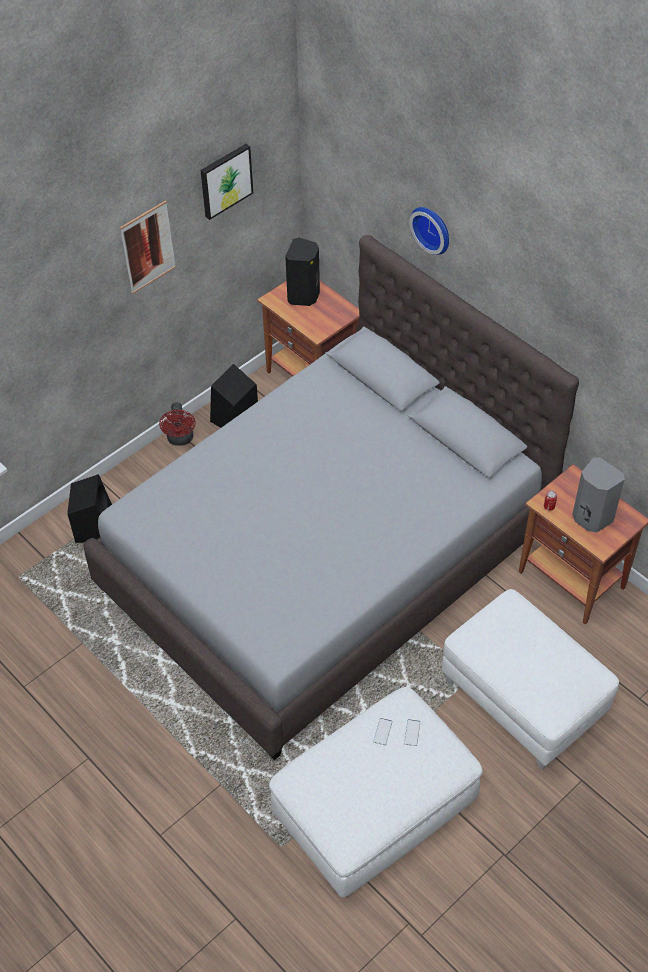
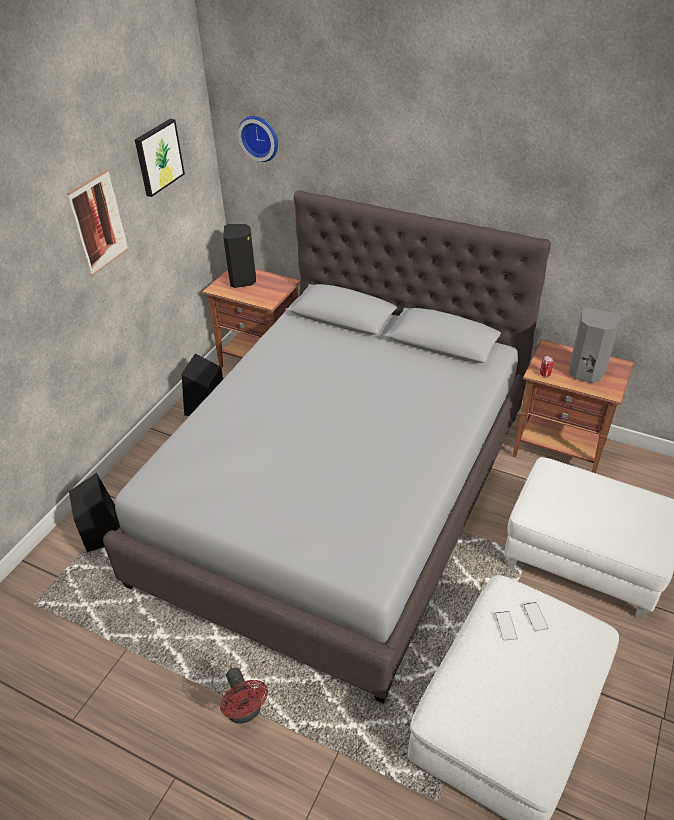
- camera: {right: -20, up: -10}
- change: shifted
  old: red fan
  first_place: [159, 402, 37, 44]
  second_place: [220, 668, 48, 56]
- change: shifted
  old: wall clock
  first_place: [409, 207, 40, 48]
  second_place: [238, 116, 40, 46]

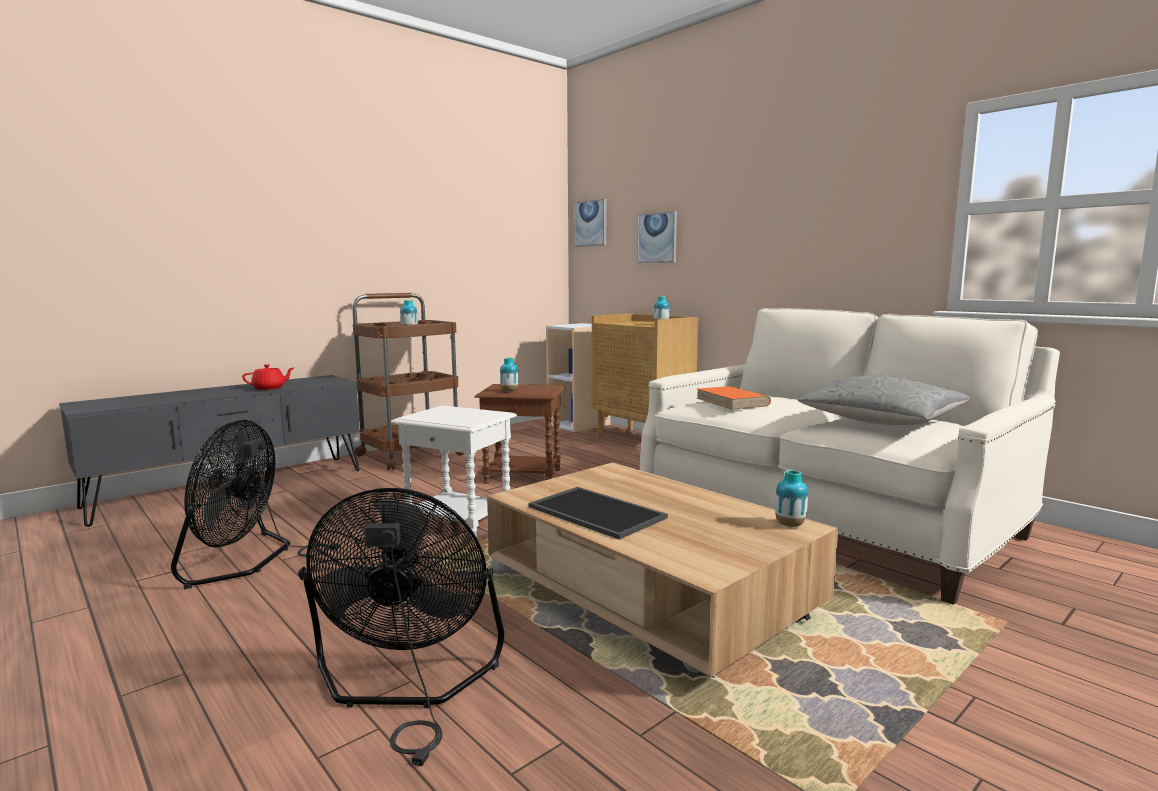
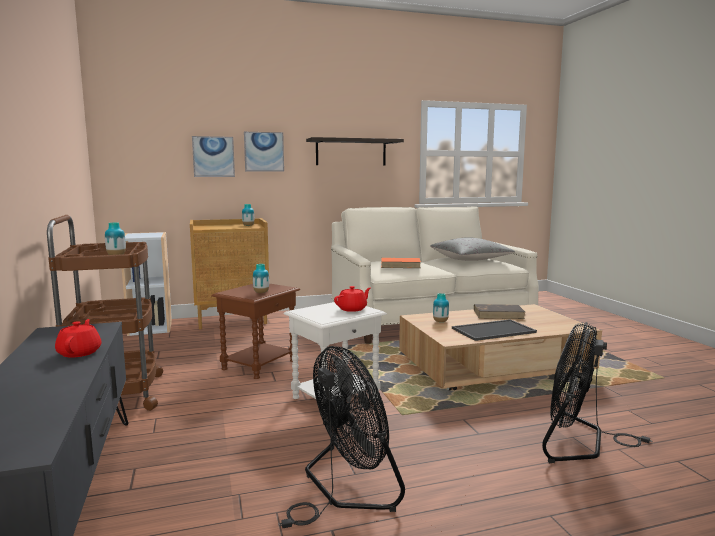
- camera: {right: -65, up: 0}
- change: rotated
  old: black-coloured fan
  first_place: [171, 420, 169, 170]
  second_place: [278, 346, 127, 182]
  degrees: -150
- change: shifted
  old: wall picture
  first_place: [574, 199, 32, 48]
  second_place: [244, 132, 40, 40]
- change: shifted
  old: decorative vase
  first_place: [775, 470, 33, 57]
  second_place: [433, 293, 16, 29]
- change: new
  new: wall shelf
  second_place: [306, 137, 98, 29]
- change: new
  new: red teapot
  second_place: [334, 286, 36, 26]
- change: new
  new: brown-coloured book
  second_place: [474, 304, 51, 15]

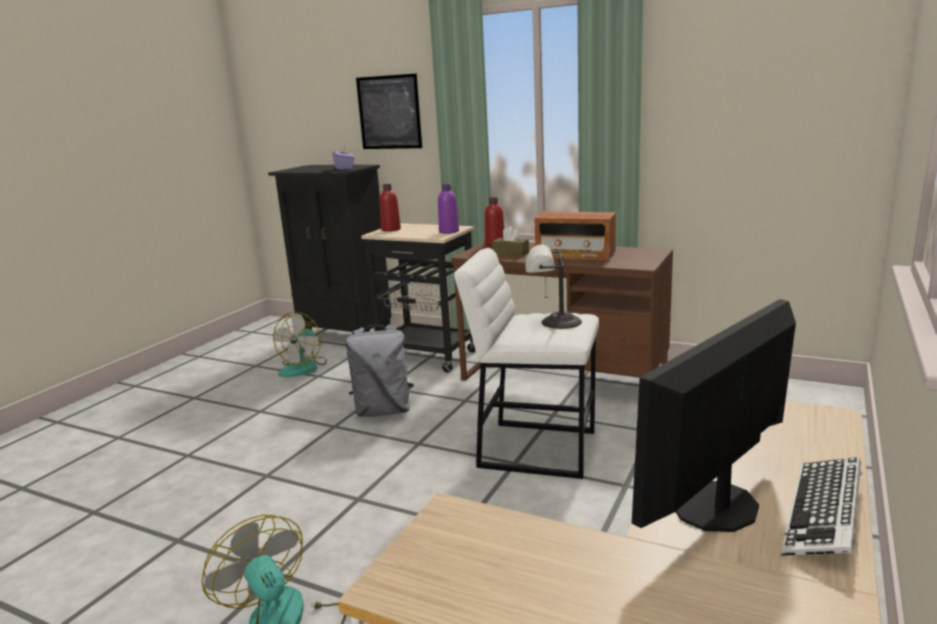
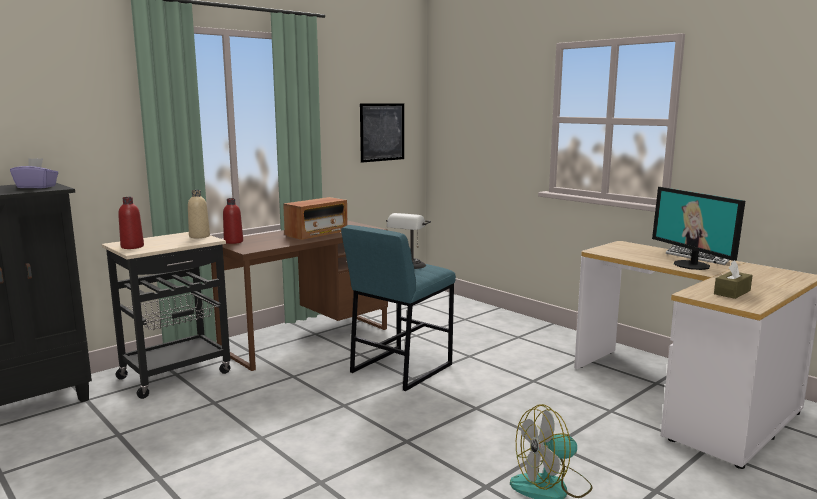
- camera: {right: -70, up: -5}
- change: gone
  old: fan
  first_place: [273, 312, 54, 65]
- change: gone
  old: grey rucksack
  first_place: [346, 324, 68, 93]
- change: shifted
  old: wall picture
  first_place: [356, 74, 66, 75]
  second_place: [360, 103, 44, 60]
- change: repainted
  old: purple drink bottle
  new: beige drink bottle
  first_place: [438, 184, 21, 50]
  second_place: [188, 190, 22, 48]
- change: repainted
  old: white-coloured sitting stool
  new: blue-coloured sitting stool
  first_place: [454, 248, 145, 231]
  second_place: [341, 225, 115, 166]
- change: shifted
  old: brown-coloured tissue box
  first_place: [492, 226, 37, 31]
  second_place: [714, 260, 39, 39]

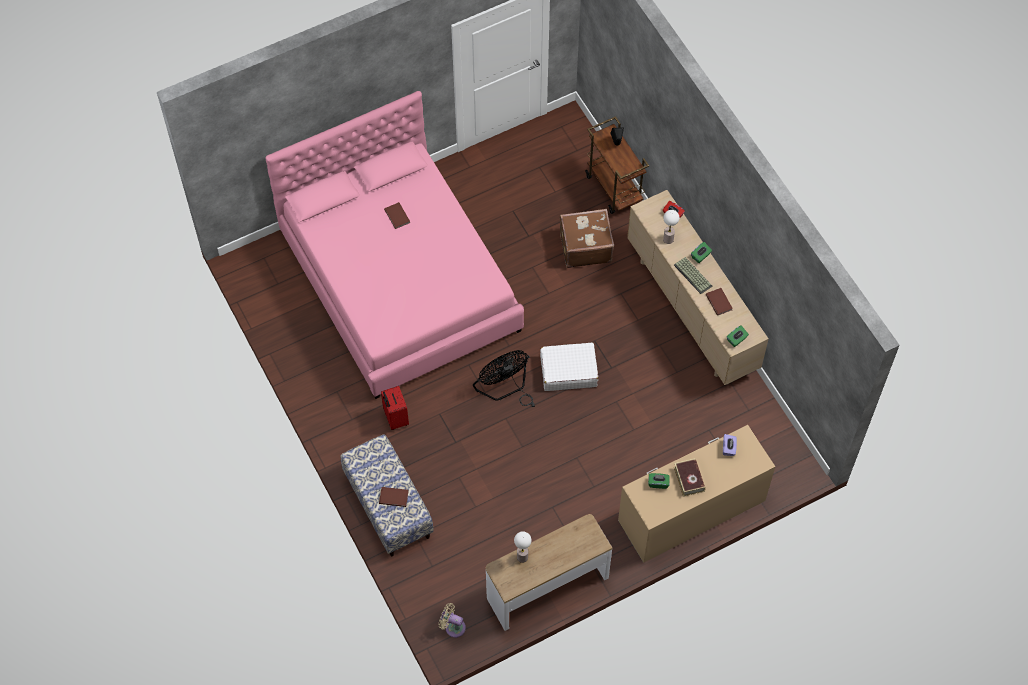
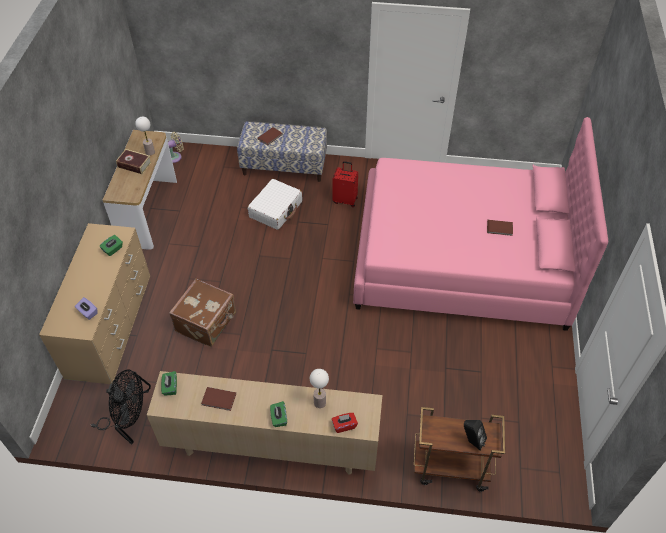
- camera: {right: 125, up: -10}
- change: shifted
  old: black-coloured fan
  first_place: [473, 350, 62, 57]
  second_place: [91, 369, 60, 76]
- change: shifted
  old: white-coloured piece of luggage
  first_place: [540, 342, 58, 49]
  second_place: [247, 179, 55, 51]
- change: shifted
  old: brown-coloured piece of luggage
  first_place: [560, 209, 54, 59]
  second_place: [169, 278, 67, 69]
- change: gone
  old: computer keyboard
  first_place: [674, 257, 38, 37]
- change: shifted
  old: book
  first_place: [674, 458, 31, 38]
  second_place: [116, 149, 36, 25]

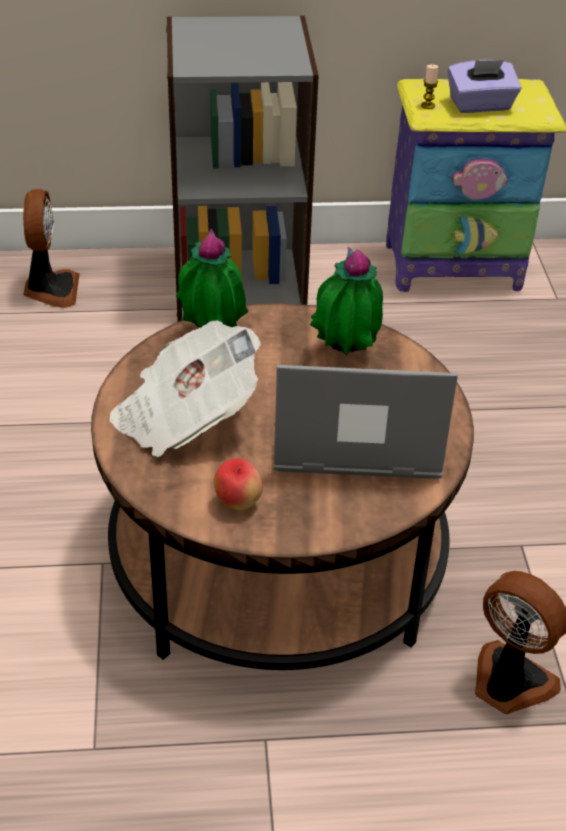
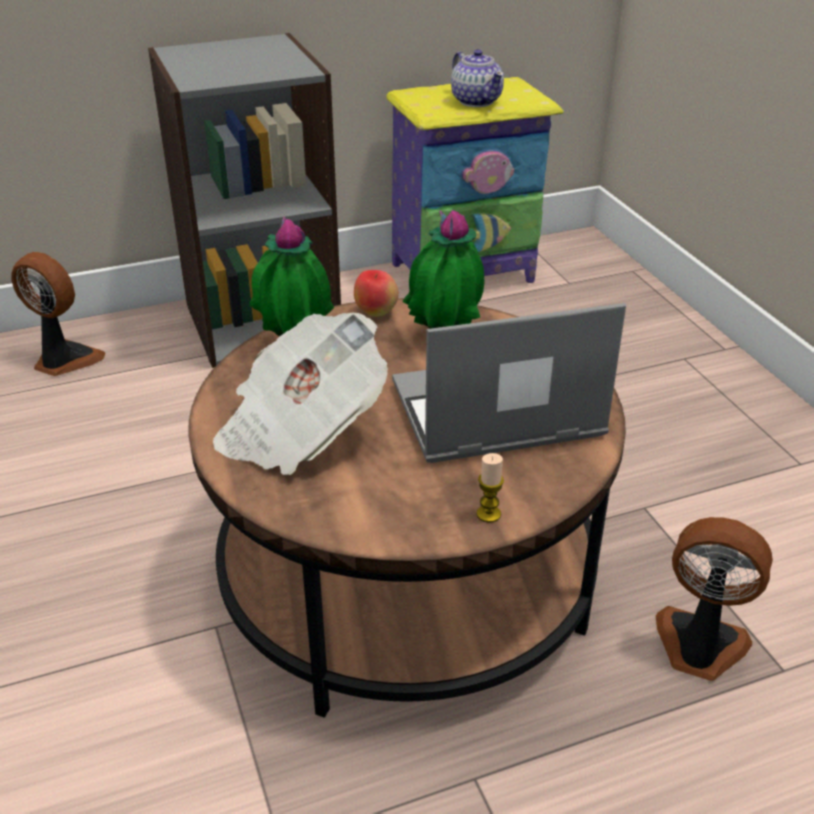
- camera: {right: -15, up: -5}
- change: rotated
  old: fan
  first_place: [23, 189, 56, 119]
  second_place: [11, 252, 94, 124]
  degrees: -45
- change: shifted
  old: apple
  first_place: [214, 459, 49, 51]
  second_place: [354, 270, 45, 47]
- change: shifted
  old: wax candle
  first_place: [421, 65, 17, 44]
  second_place: [477, 453, 27, 70]
- change: swapped
  old: purple tissue box
  new: teapot
  first_place: [448, 60, 73, 53]
  second_place: [451, 49, 53, 58]

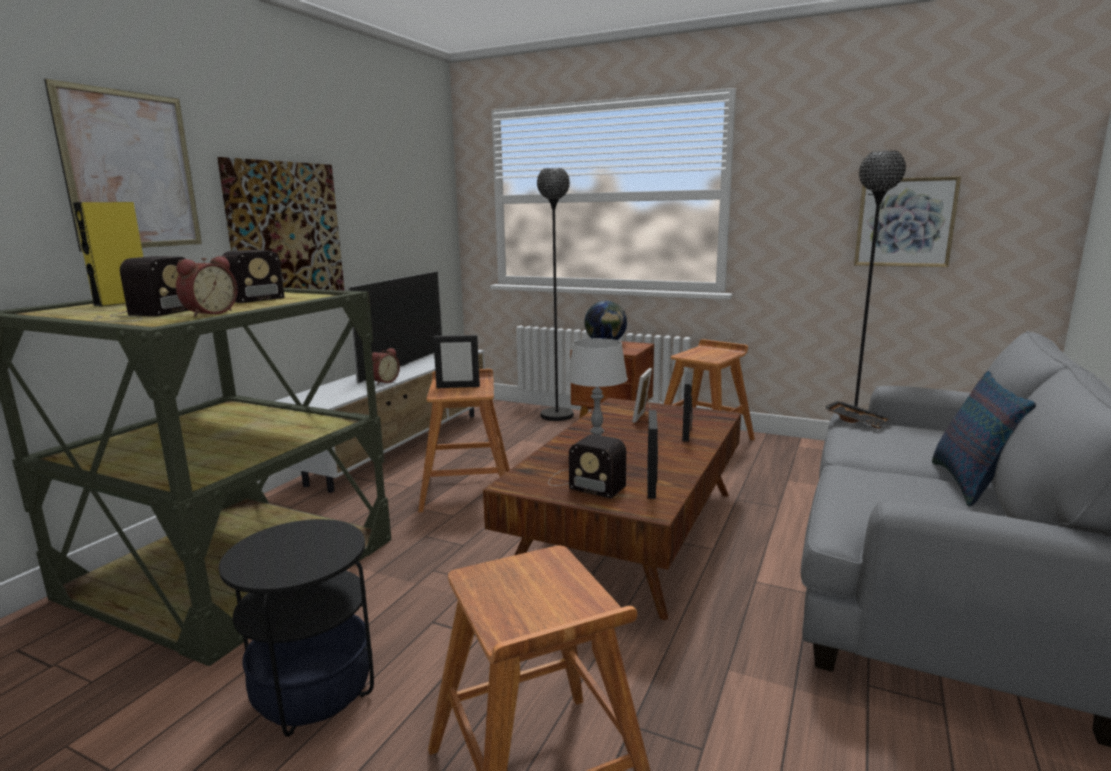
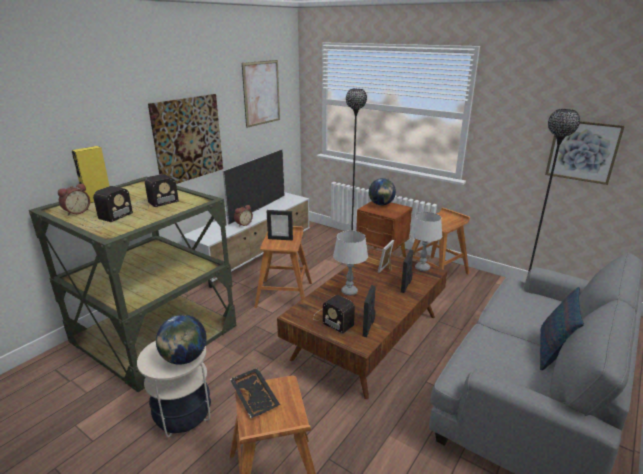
- camera: {right: 10, up: 10}
- change: shifted
  old: wall picture
  first_place: [44, 79, 158, 172]
  second_place: [242, 60, 38, 68]
- change: shifted
  old: alarm clock
  first_place: [176, 256, 62, 61]
  second_place: [58, 183, 32, 33]
- change: repainted
  old: black-coloured accent table
  new: beige accent table
  first_place: [219, 519, 155, 218]
  second_place: [137, 341, 74, 97]
- change: shifted
  old: black-coloured tray
  first_place: [823, 400, 70, 29]
  second_place: [230, 368, 50, 50]
- change: new
  new: globe
  second_place: [156, 315, 51, 50]
- change: new
  new: grey tabletop lamp
  second_place: [410, 212, 32, 59]

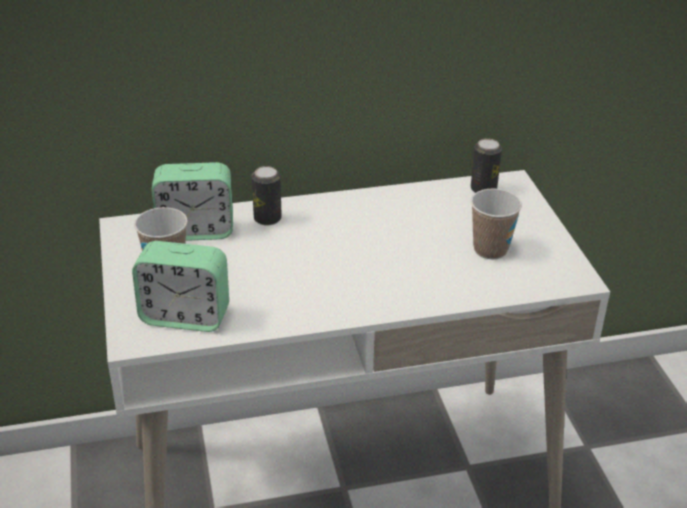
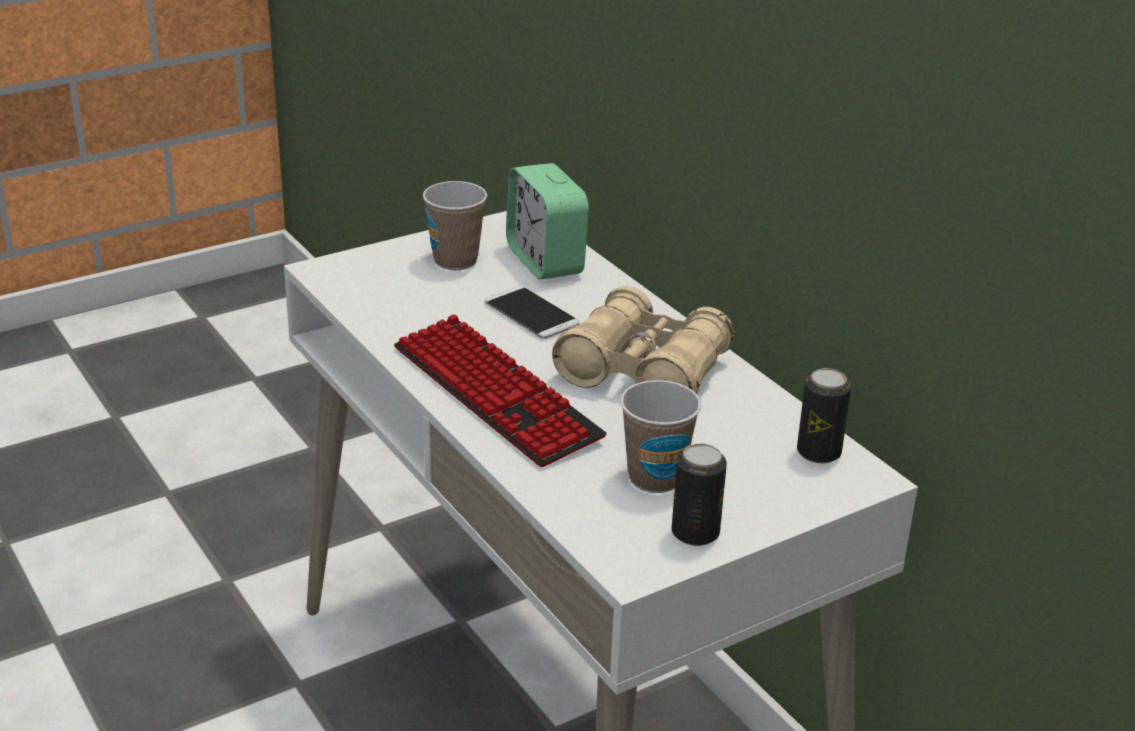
- camera: {right: 70, up: -5}
- change: gone
  old: alarm clock
  first_place: [132, 241, 97, 91]
- change: shifted
  old: can
  first_place: [252, 166, 30, 60]
  second_place: [672, 444, 55, 102]
- change: new
  new: computer keyboard
  second_place: [394, 314, 212, 153]
- change: new
  new: handset
  second_place: [485, 286, 94, 53]
- change: new
  new: beige field glasses
  second_place: [552, 286, 182, 108]

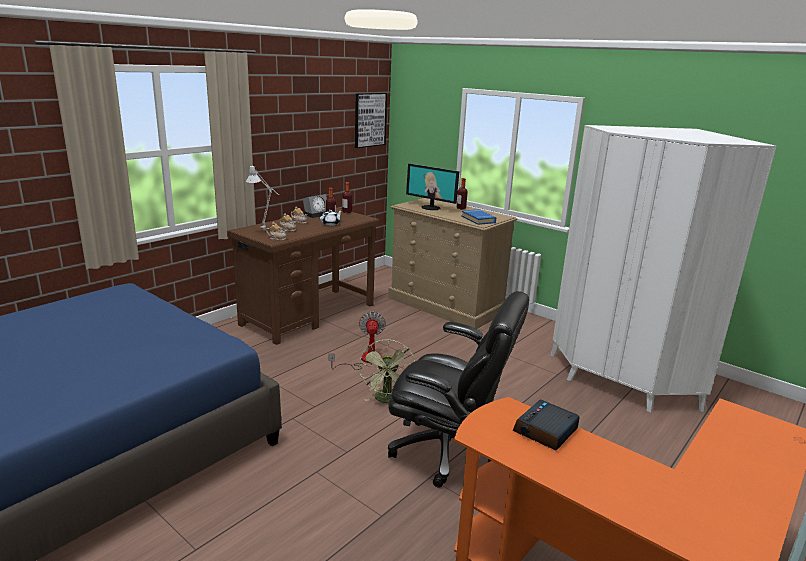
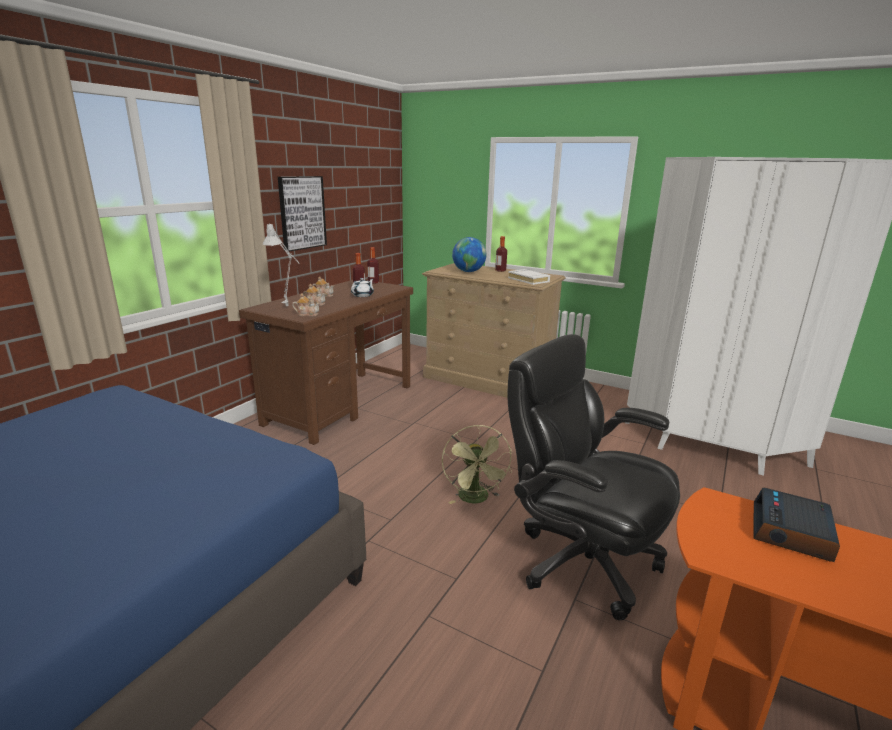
- camera: {right: -10, up: 0}
- change: gone
  old: alarm clock
  first_place: [303, 194, 24, 24]
- change: gone
  old: fan
  first_place: [328, 311, 58, 59]
- change: shifted
  old: wall picture
  first_place: [355, 93, 32, 55]
  second_place: [278, 176, 49, 76]
- change: rotated
  old: black-coloured computer chair
  first_place: [388, 291, 141, 197]
  second_place: [507, 334, 173, 286]
  degrees: -150
- change: swapped
  old: computer display
  new: globe
  first_place: [406, 164, 54, 46]
  second_place: [452, 237, 34, 35]
- change: repainted
  old: blue-coloured book
  new: white-coloured book
  first_place: [461, 209, 35, 16]
  second_place: [508, 269, 42, 16]

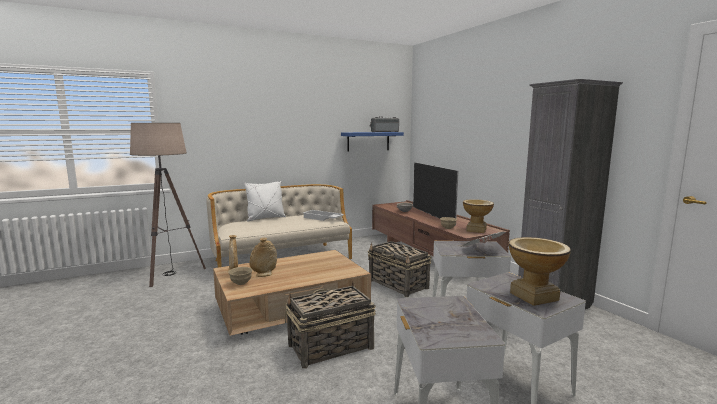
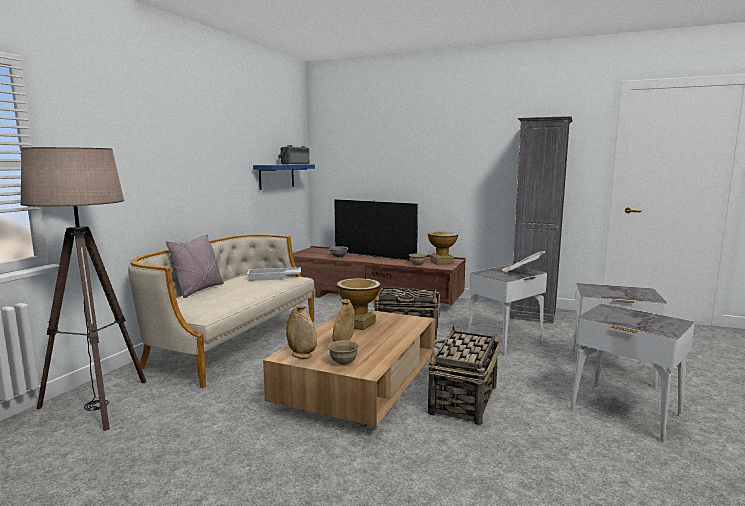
- camera: {right: -40, up: 0}
- change: repainted
  old: white-coloured throw pillow
  new: purple throw pillow
  first_place: [244, 181, 42, 40]
  second_place: [166, 235, 58, 63]
- change: shifted
  old: decorative vase
  first_place: [509, 237, 62, 69]
  second_place: [337, 278, 44, 52]

